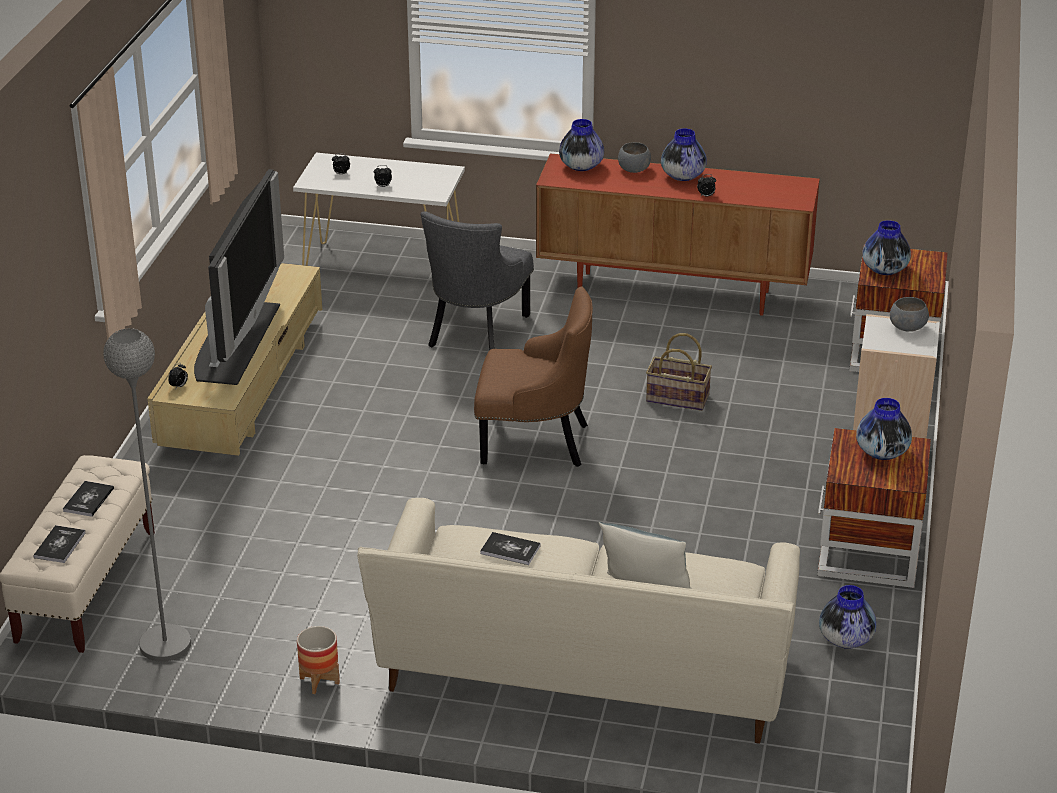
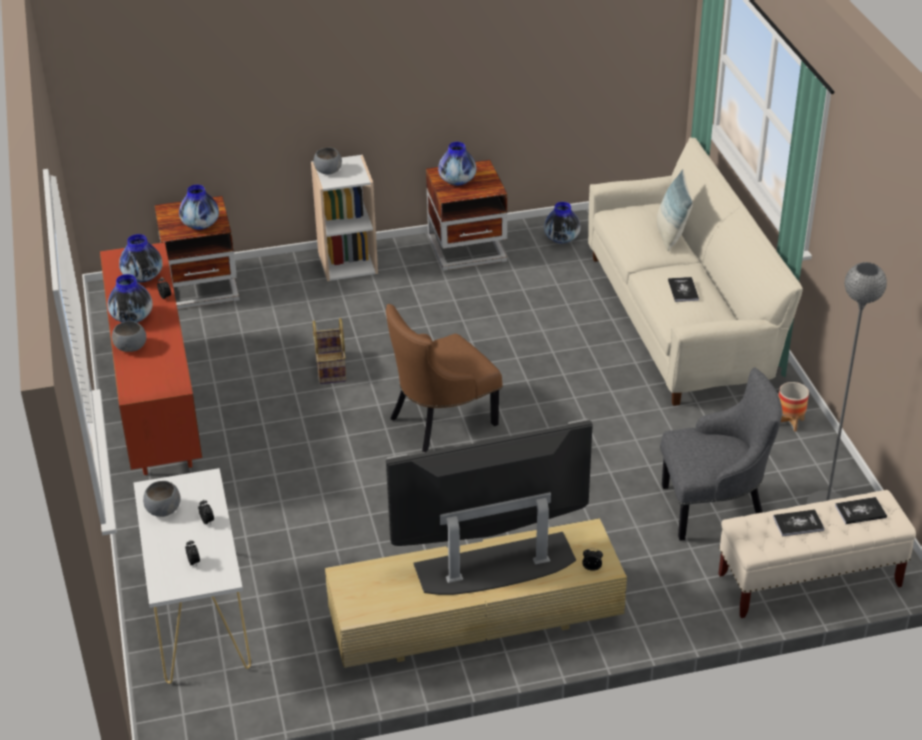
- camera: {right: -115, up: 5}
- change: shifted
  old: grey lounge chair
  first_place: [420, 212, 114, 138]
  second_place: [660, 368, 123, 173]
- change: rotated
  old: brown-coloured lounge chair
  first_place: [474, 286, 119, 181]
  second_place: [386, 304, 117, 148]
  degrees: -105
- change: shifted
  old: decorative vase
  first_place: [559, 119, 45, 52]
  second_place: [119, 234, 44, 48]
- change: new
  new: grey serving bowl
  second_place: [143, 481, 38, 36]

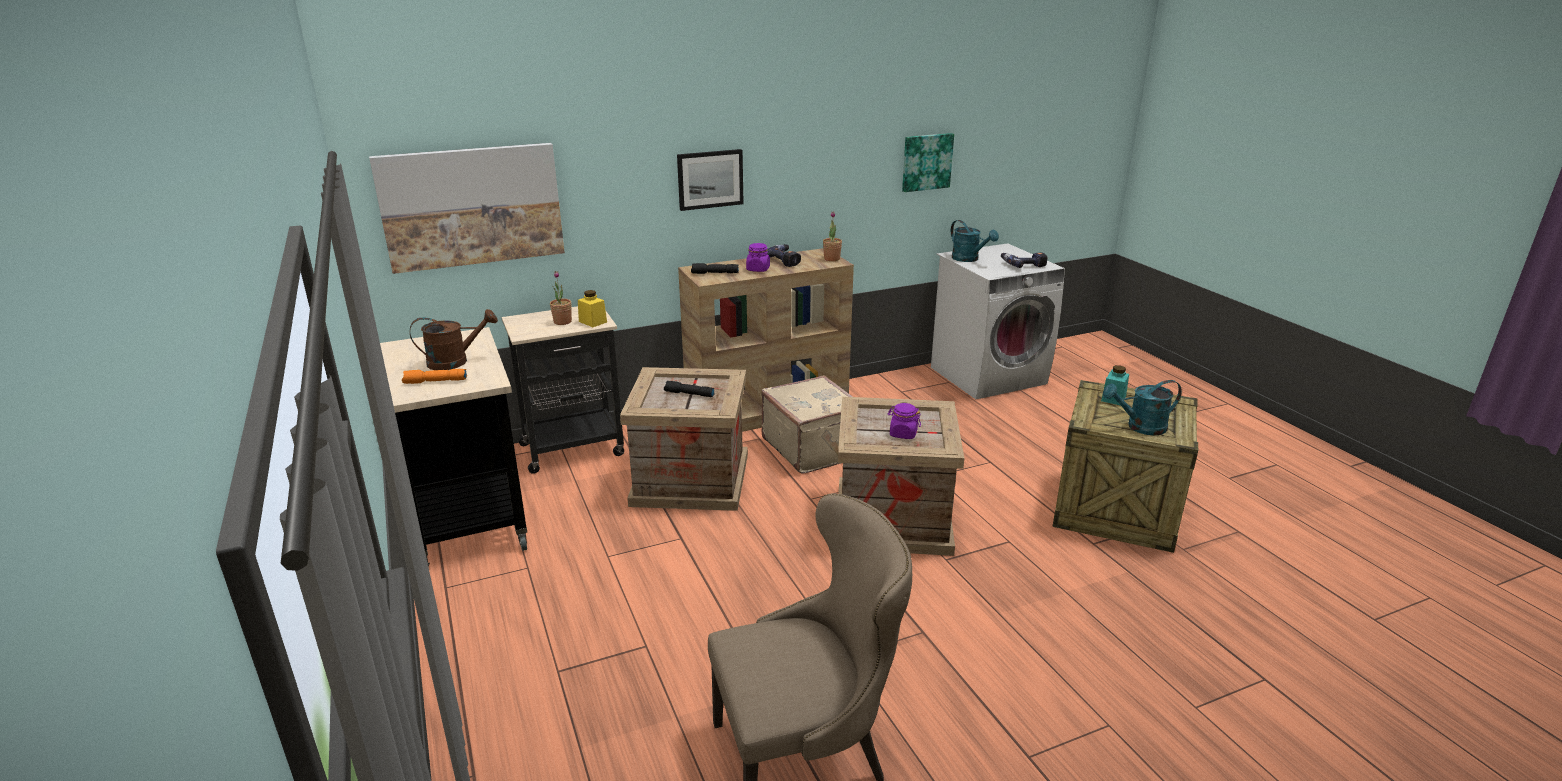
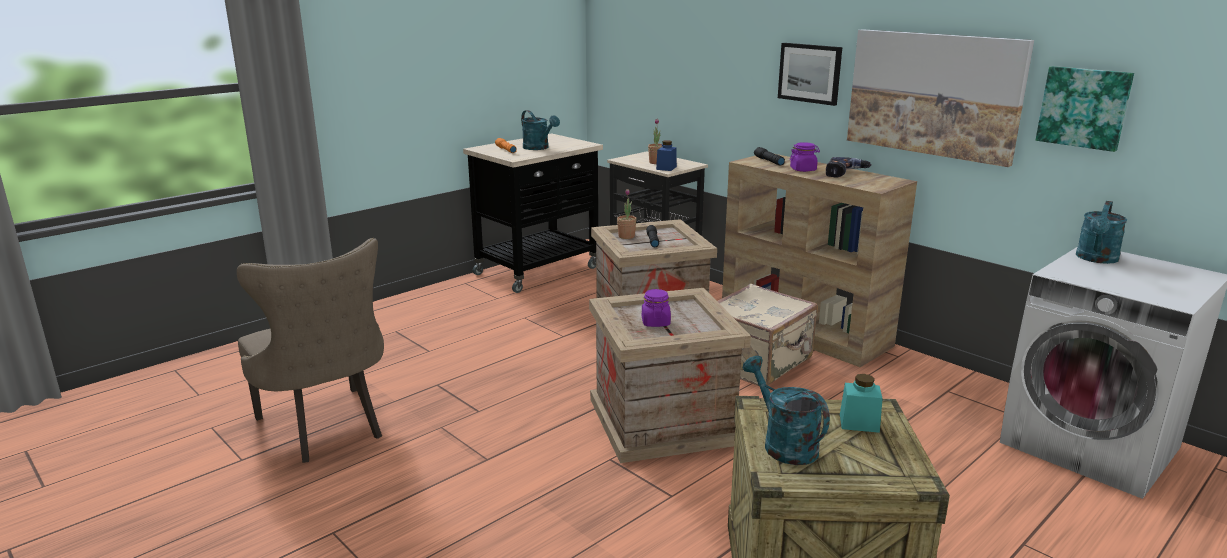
- camera: {right: 70, up: -5}
- change: shifted
  old: wall picture
  first_place: [369, 143, 196, 131]
  second_place: [847, 29, 187, 138]
- change: repainted
  old: brown-coloured watering can
  new: turquoise watering can
  first_place: [410, 309, 88, 61]
  second_place: [521, 110, 39, 40]
- change: repainted
  old: yellow preserve jar
  new: blue-coloured preserve jar
  first_place: [578, 290, 29, 37]
  second_place: [656, 140, 21, 31]
- change: shifted
  old: potted plant
  first_place: [823, 211, 19, 50]
  second_place: [617, 189, 20, 50]
- change: gone
  old: power drill
  first_place: [1001, 252, 46, 16]

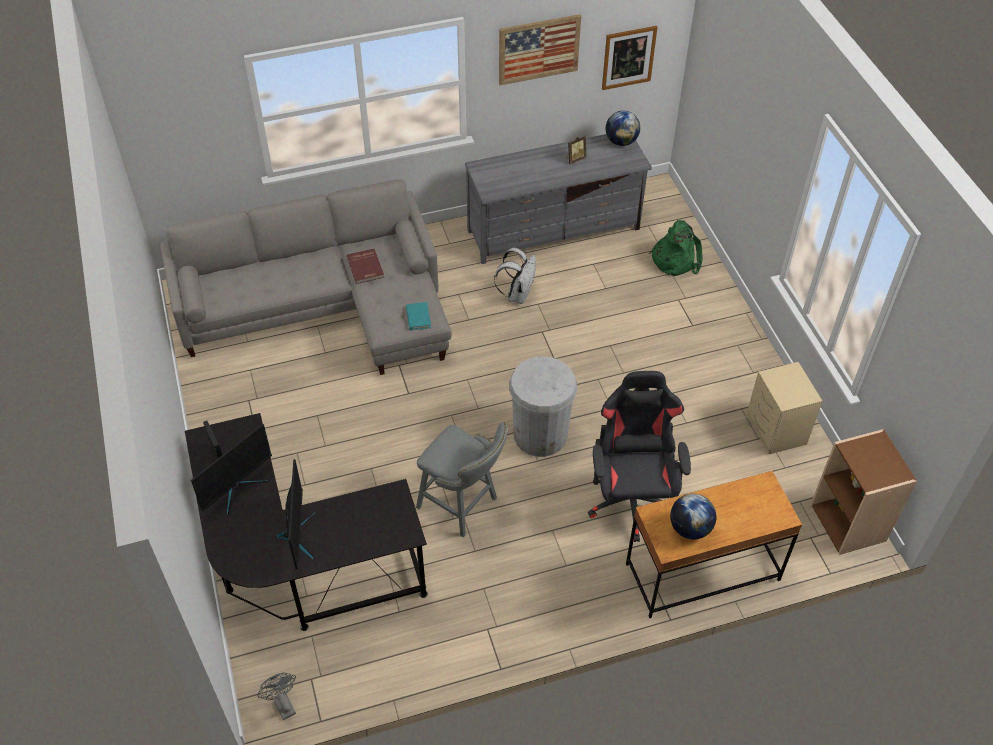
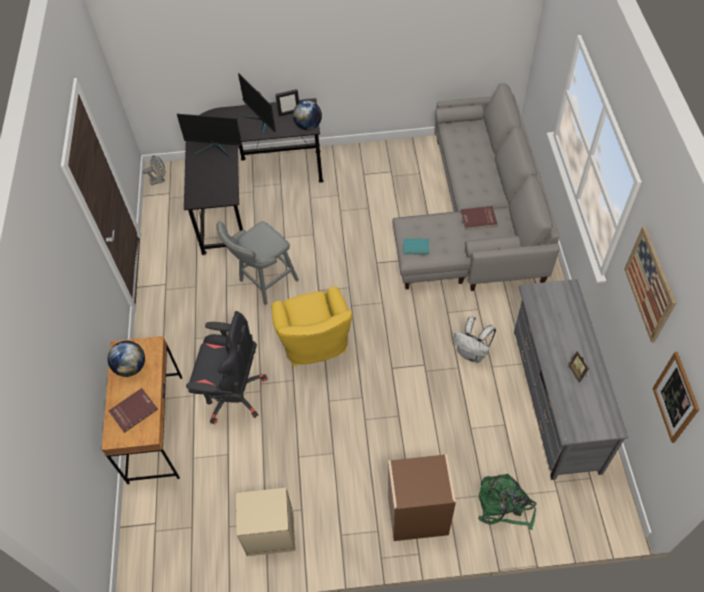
- camera: {right: 105, up: 5}
- change: swapped
  old: white-coloured rubbish bin
  new: yellow lounge chair
  first_place: [509, 357, 68, 100]
  second_place: [271, 286, 82, 81]
- change: shifted
  old: globe
  first_place: [606, 111, 34, 35]
  second_place: [293, 101, 29, 29]
- change: shifted
  old: brown-coloured shelving unit
  first_place: [811, 429, 106, 126]
  second_place: [388, 454, 68, 87]
- change: new
  new: red book
  second_place: [109, 388, 49, 45]

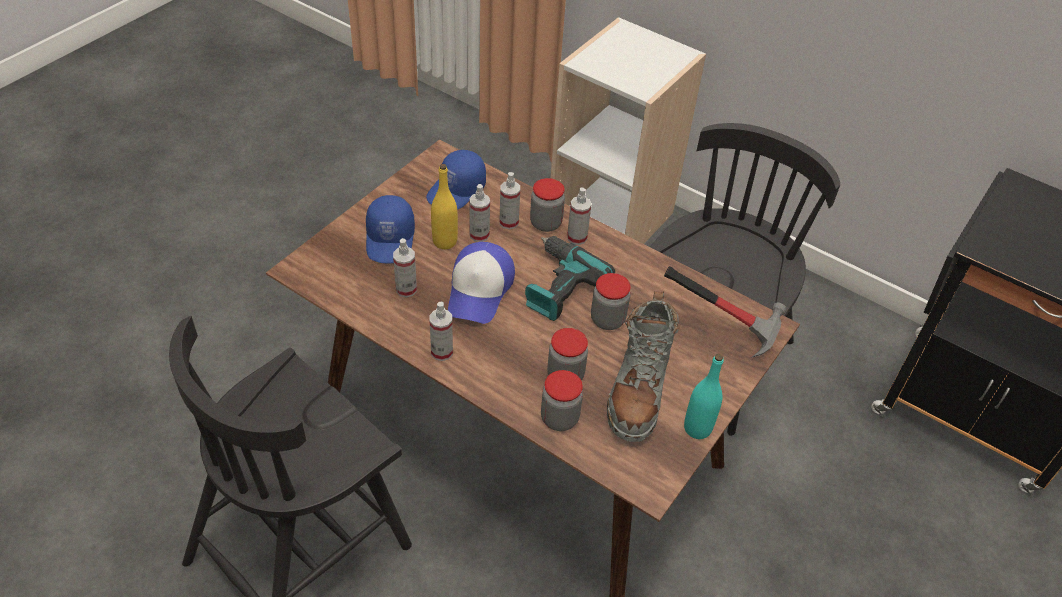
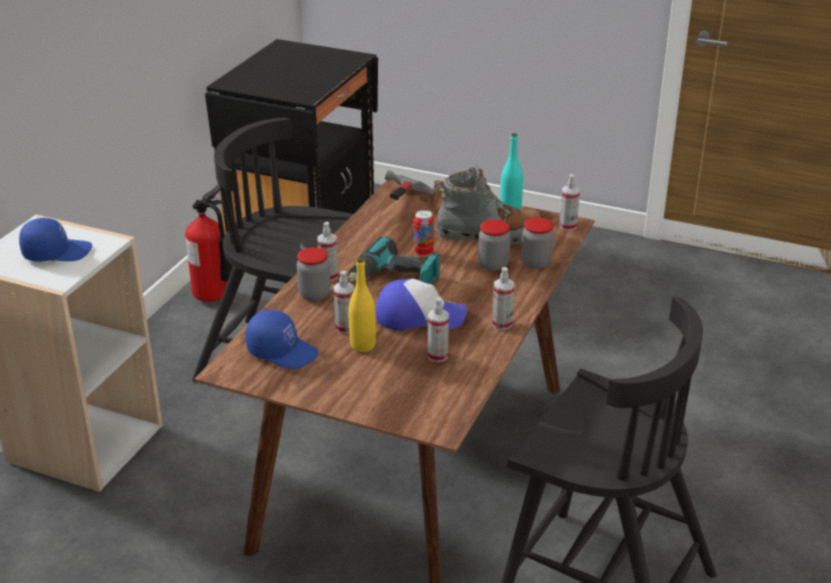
- camera: {right: -100, up: -15}
- change: shifted
  old: blue-coloured baseball cap
  first_place: [366, 195, 49, 68]
  second_place: [19, 218, 73, 44]
- change: shifted
  old: sprayer
  first_place: [499, 172, 21, 58]
  second_place: [559, 174, 21, 57]
- change: swapped
  old: preserve jar
  new: can
  first_place: [591, 273, 40, 57]
  second_place: [414, 210, 20, 47]
- change: new
  new: fire-fighting cylinder
  second_place: [185, 184, 48, 118]

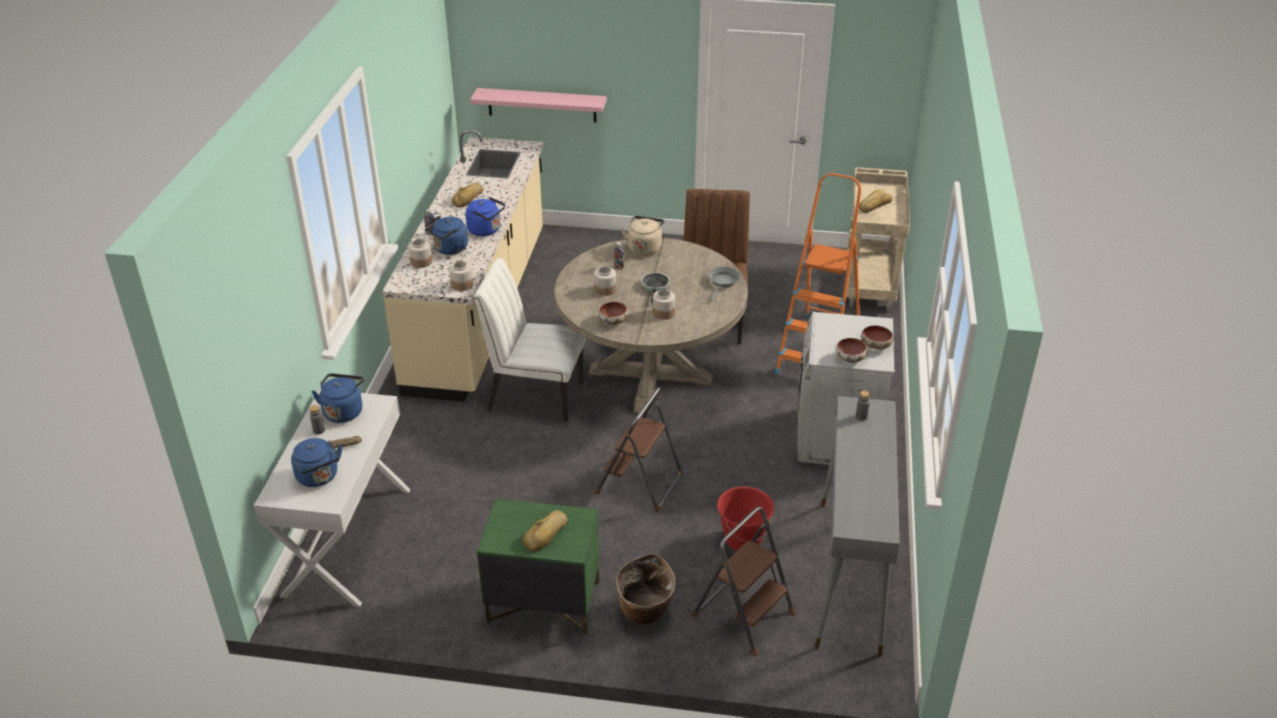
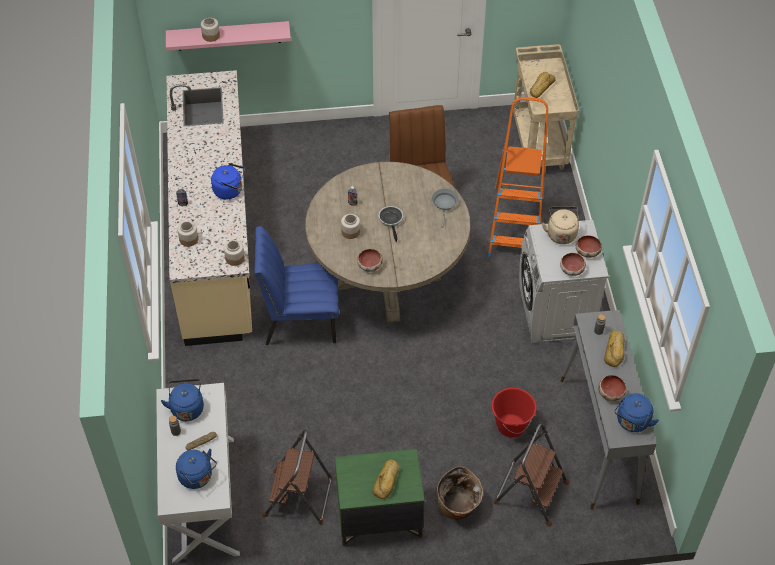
- camera: {right: -15, up: 15}
- change: shifted
  old: blue-coloured tea kettle
  first_place: [425, 216, 43, 39]
  second_place: [614, 393, 45, 39]
- change: shifted
  old: bakery bread
  first_place: [452, 183, 31, 24]
  second_place: [604, 330, 21, 37]
- change: repainted
  old: white-coloured plain chair
  new: blue-coloured plain chair
  first_place: [474, 258, 112, 164]
  second_place: [254, 226, 85, 119]
- change: shifted
  old: brown-coloured step ladder
  first_place: [593, 387, 90, 126]
  second_place: [262, 430, 71, 95]
- change: shifted
  old: beige tea kettle
  first_place: [621, 216, 43, 40]
  second_place: [542, 207, 37, 37]
- change: shifted
  old: preserve jar
  first_place: [653, 289, 22, 31]
  second_place: [201, 18, 19, 24]
- change: new
  new: serving bowl
  second_place: [598, 375, 28, 26]

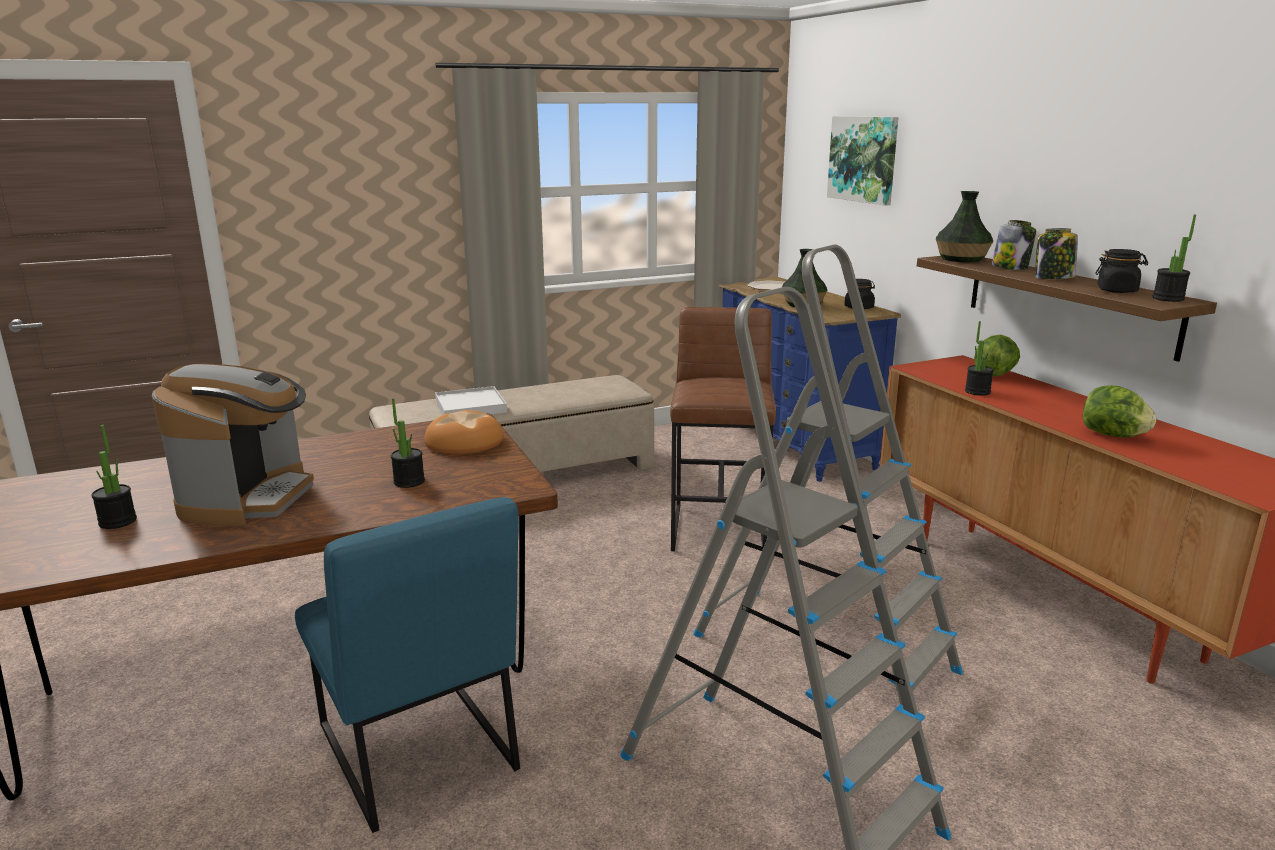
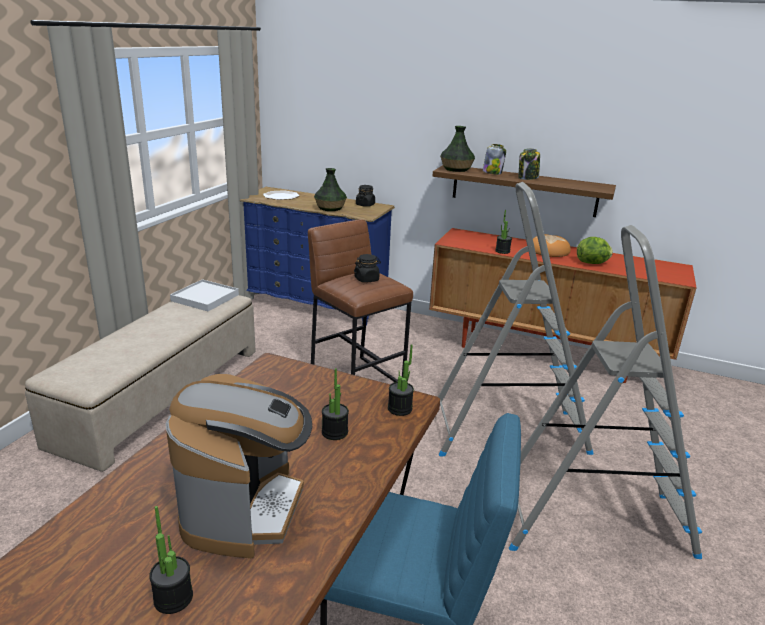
- camera: {right: -45, up: 5}
- change: rotated
  old: coffee brewer
  first_place: [152, 364, 162, 162]
  second_place: [166, 374, 147, 184]
  degrees: 45
- change: shifted
  old: bakery bread
  first_place: [424, 410, 79, 44]
  second_place: [533, 234, 38, 23]
- change: shifted
  old: white-coloured tray
  first_place: [435, 386, 72, 29]
  second_place: [170, 279, 69, 32]
- change: gone
  old: wall picture
  first_place: [827, 116, 72, 90]
- change: gone
  old: lettuce head
  first_place: [974, 335, 46, 41]
- change: shifted
  old: black-coloured preserve jar
  first_place: [1095, 249, 53, 44]
  second_place: [354, 254, 27, 29]
- change: shifted
  old: potted plant
  first_place: [1152, 215, 44, 87]
  second_place: [388, 345, 26, 71]

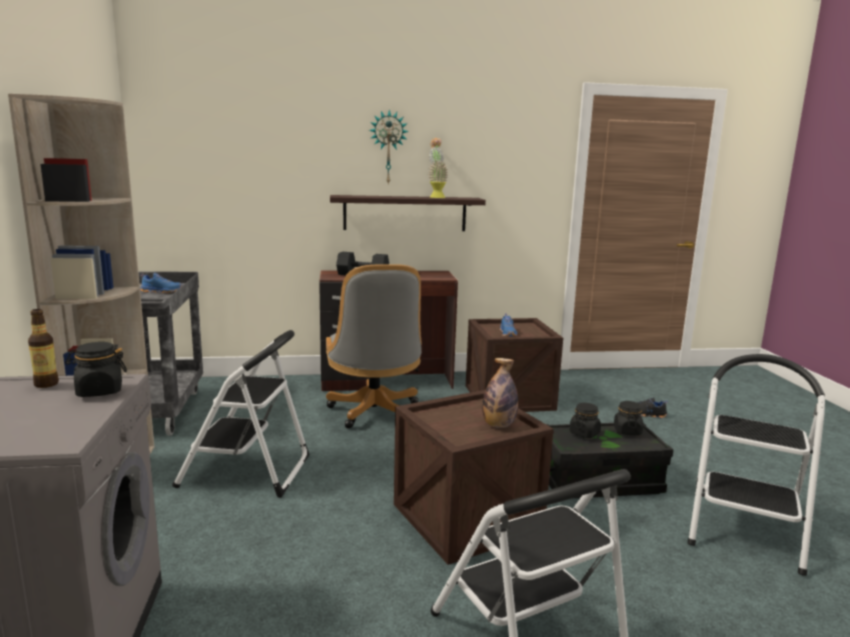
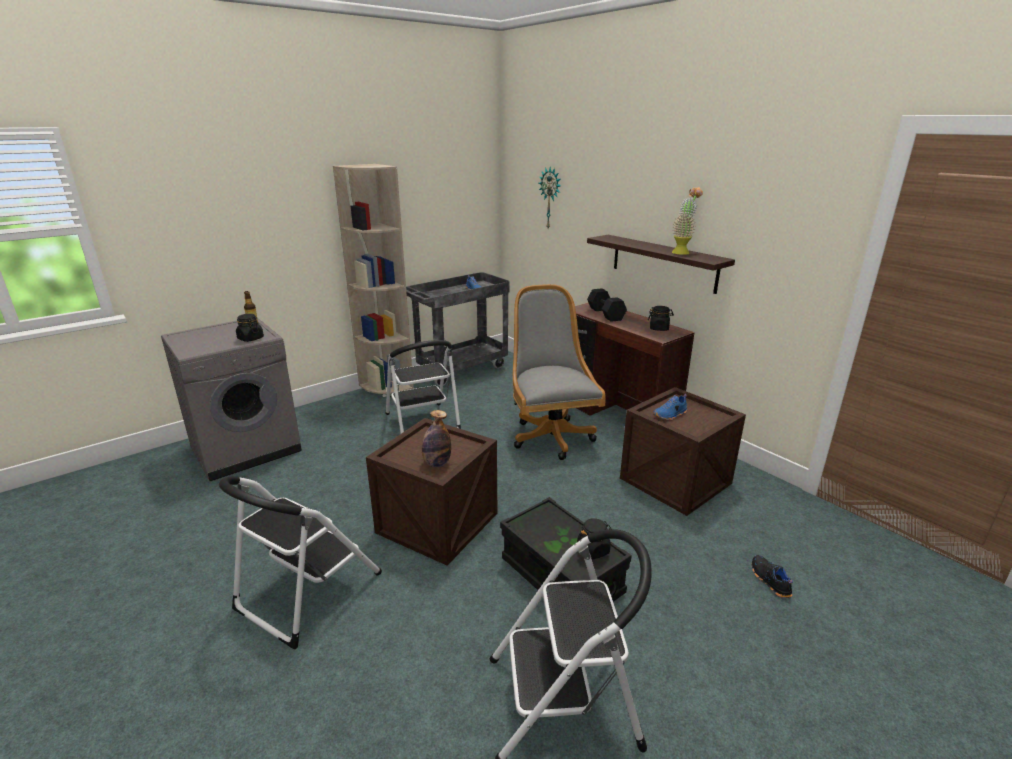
- camera: {right: 60, up: 10}
- change: rotated
  old: grey computer chair
  first_place: [326, 264, 96, 165]
  second_place: [512, 284, 94, 176]
  degrees: 120
- change: shifted
  old: wall clock
  first_place: [369, 109, 40, 75]
  second_place: [539, 167, 22, 61]
- change: shifted
  old: black-coloured preserve jar
  first_place: [569, 403, 32, 35]
  second_place: [648, 306, 26, 25]

